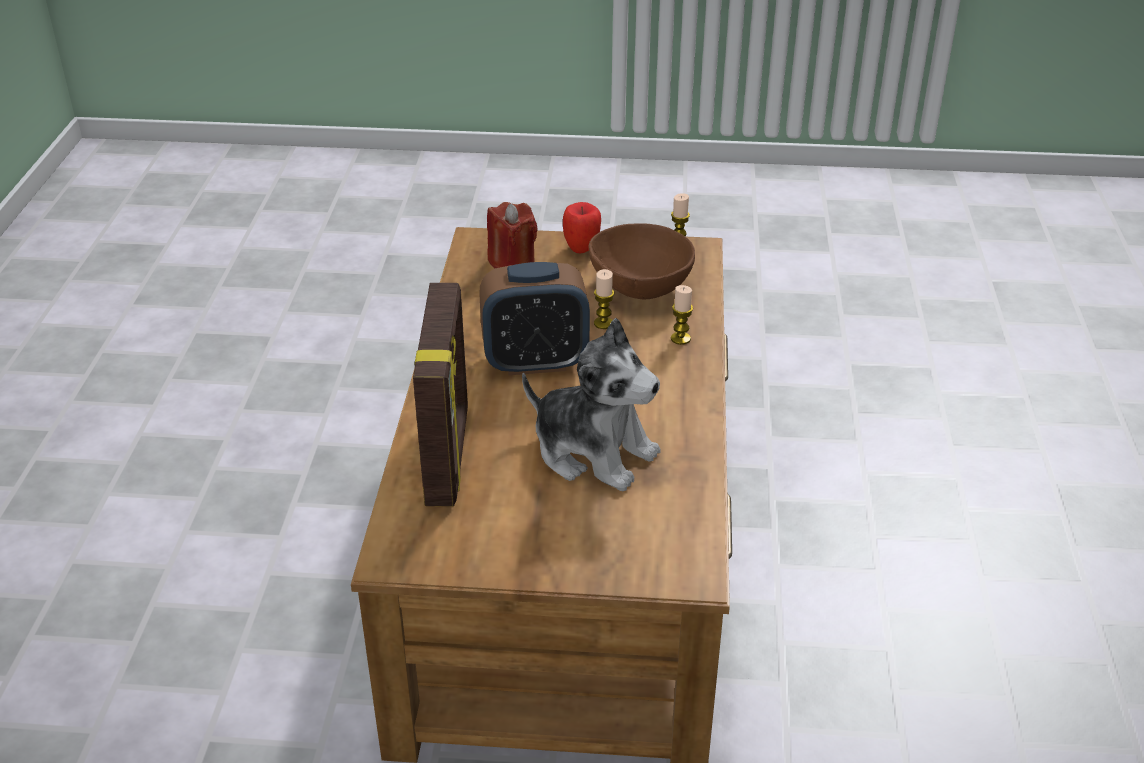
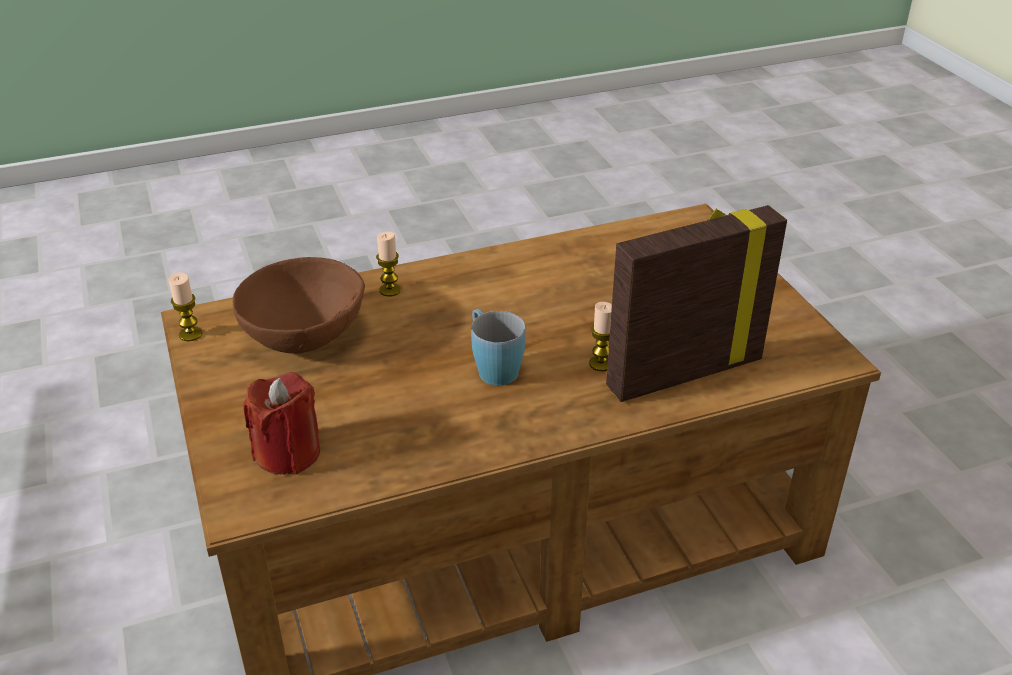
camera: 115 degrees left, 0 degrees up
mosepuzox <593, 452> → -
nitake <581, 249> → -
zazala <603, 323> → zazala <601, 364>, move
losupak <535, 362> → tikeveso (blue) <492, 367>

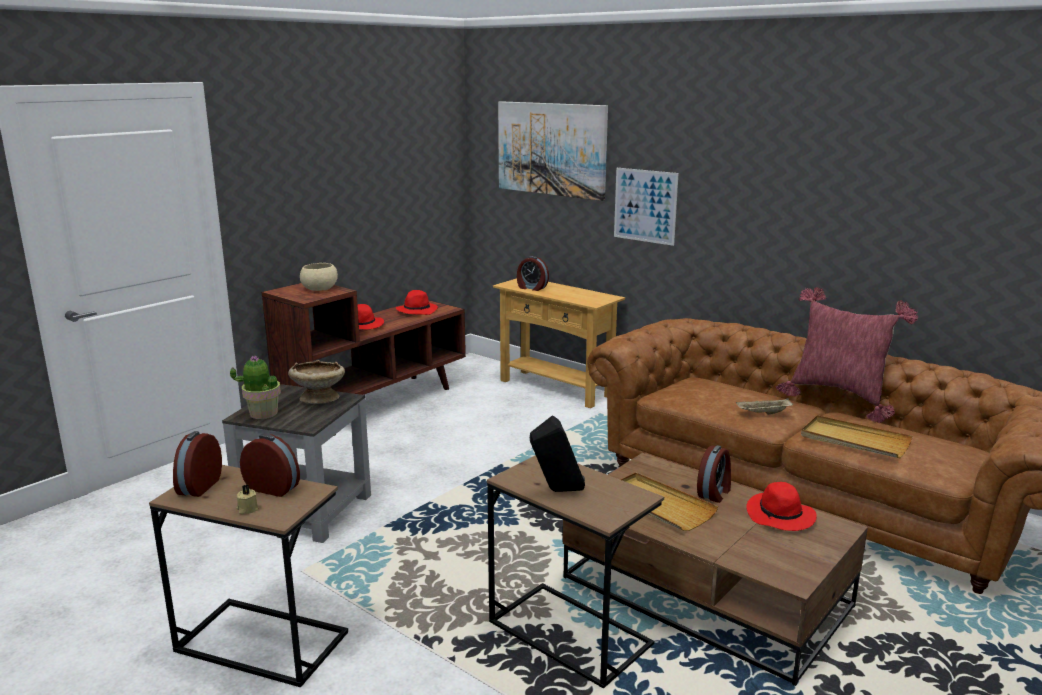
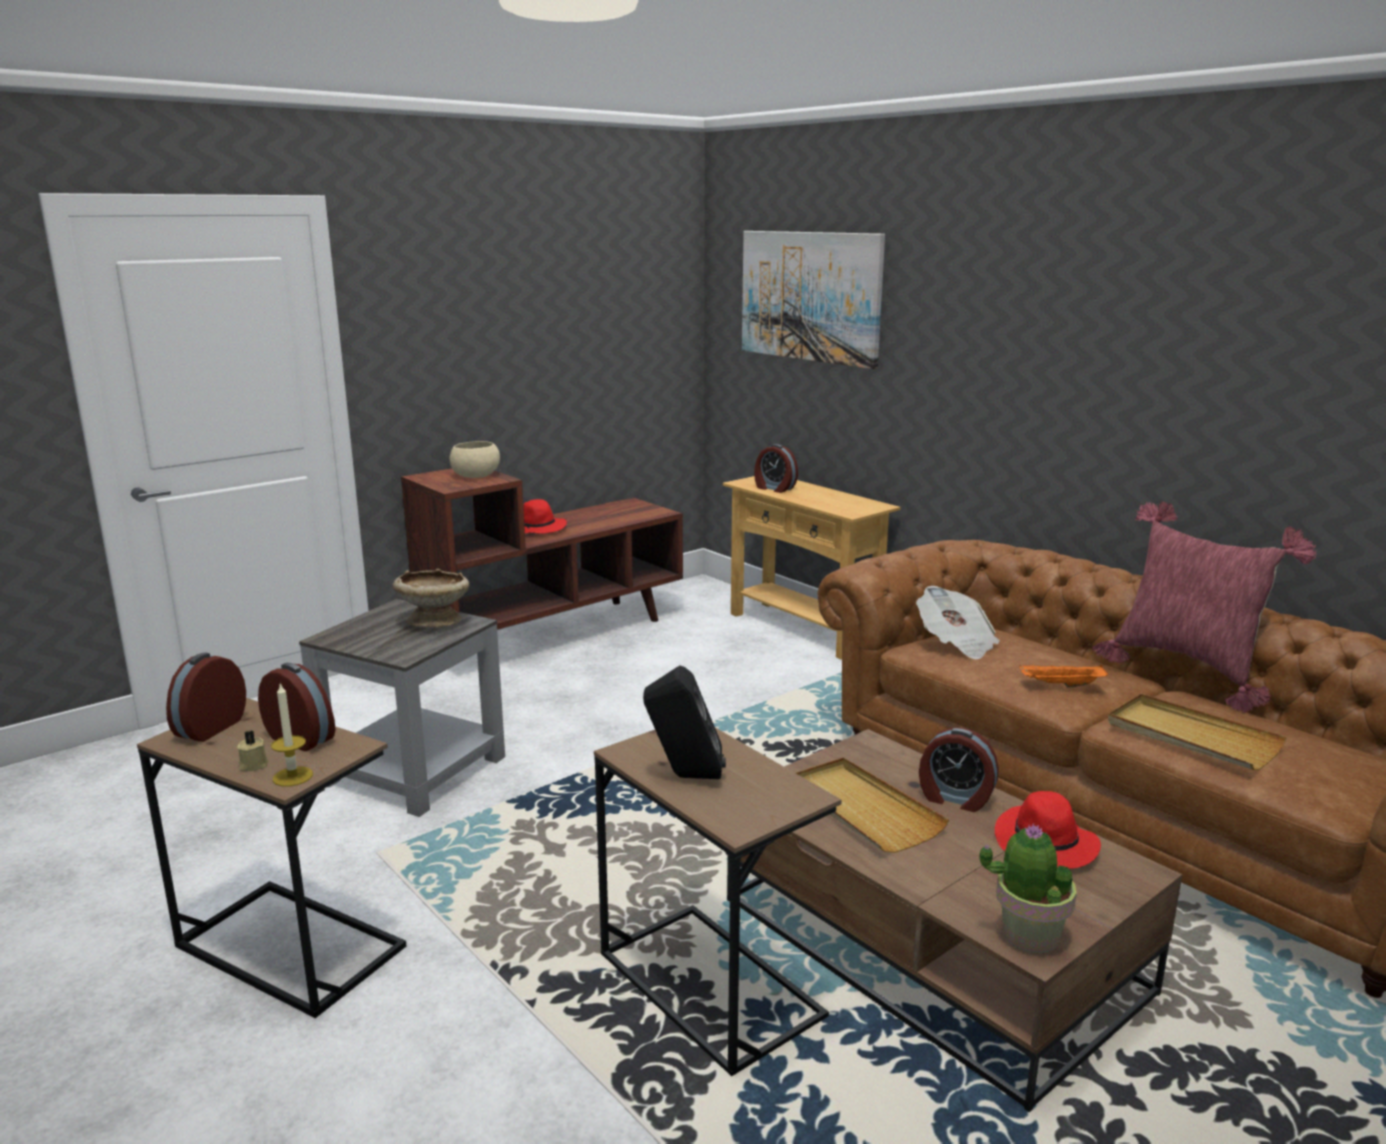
camera: 10 degrees right, 0 degrees up
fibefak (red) <417, 310> → -
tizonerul <645, 206> → -
- → zazala <293, 776>
- → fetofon <956, 643>
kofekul <263, 413> → kofekul <1029, 935>, move
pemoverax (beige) <763, 413> → pemoverax (orange) <1061, 685>
losupak <714, 493> → losupak <955, 798>, 75 degrees clockwise

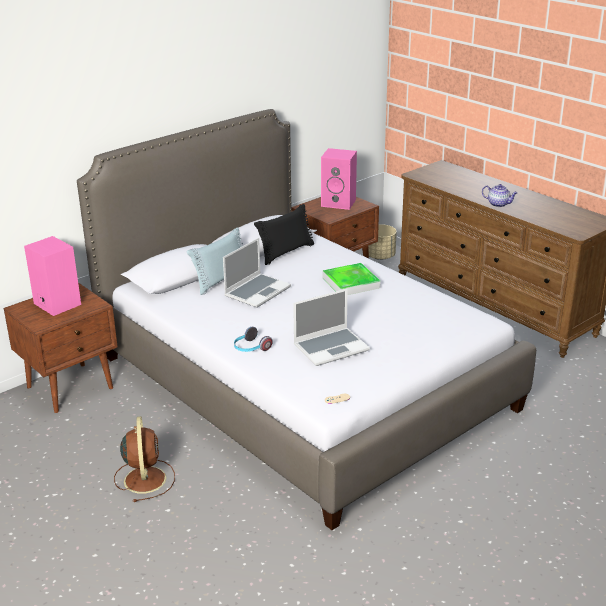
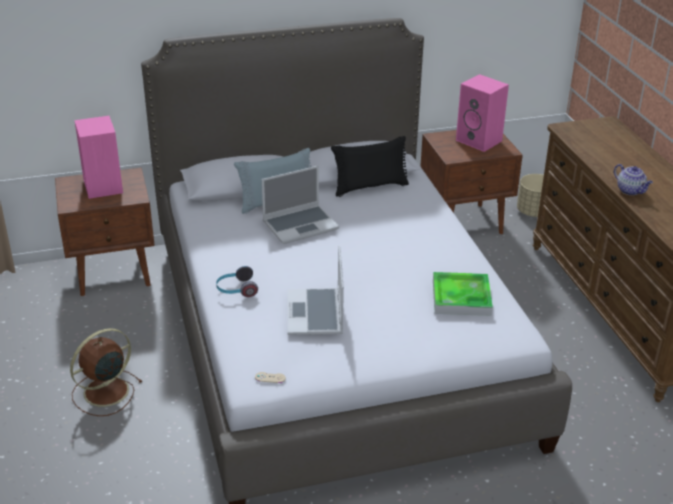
camera: 25 degrees right, 5 degrees up
pemoverax <351, 283> → pemoverax <461, 297>, move
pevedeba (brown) <145, 478> → pevedeba (brown) <104, 392>, 150 degrees counterclockwise
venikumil <331, 347> → venikumil <316, 314>, 90 degrees clockwise

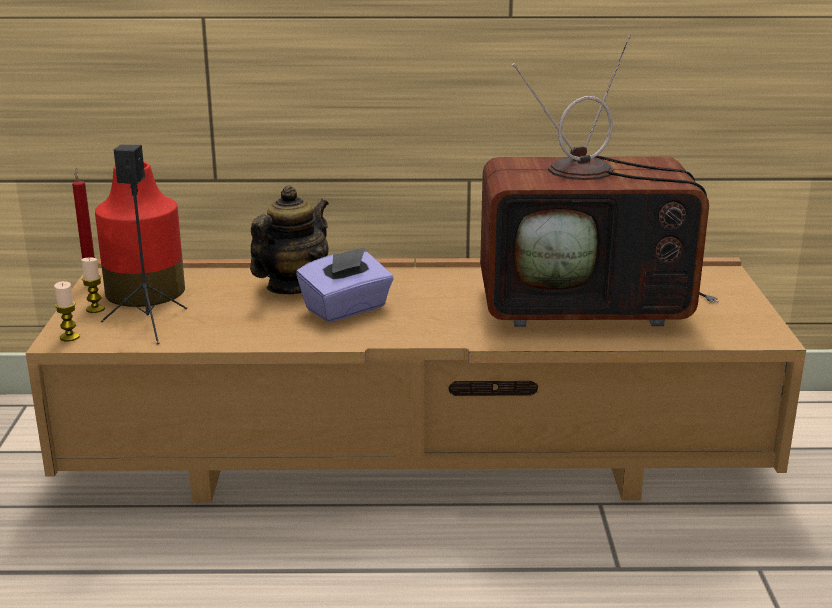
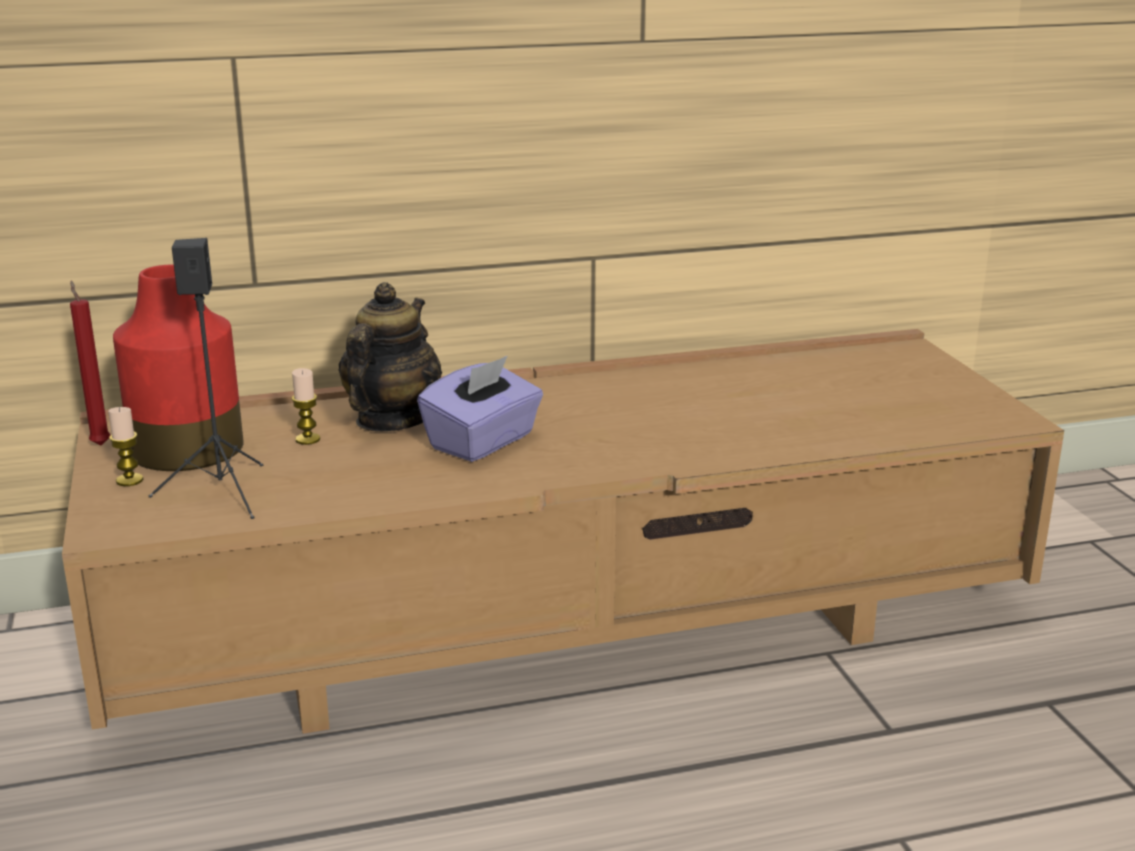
camera: 15 degrees left, 0 degrees up
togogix <588, 305> → -
zazala <69, 337> → zazala <307, 439>, move

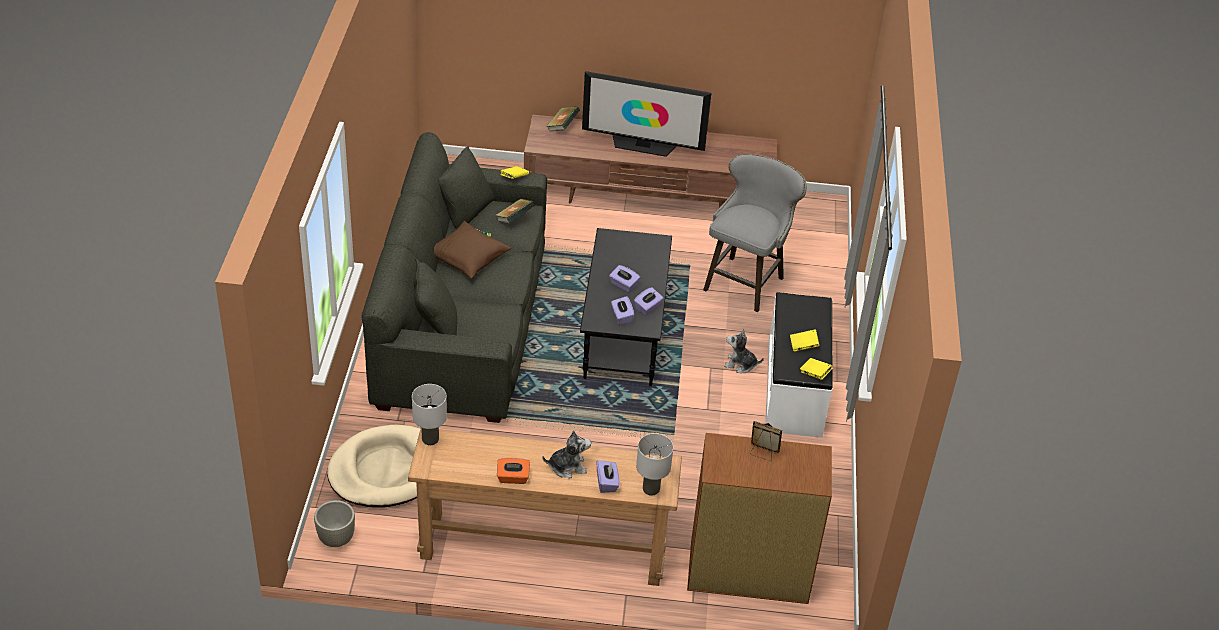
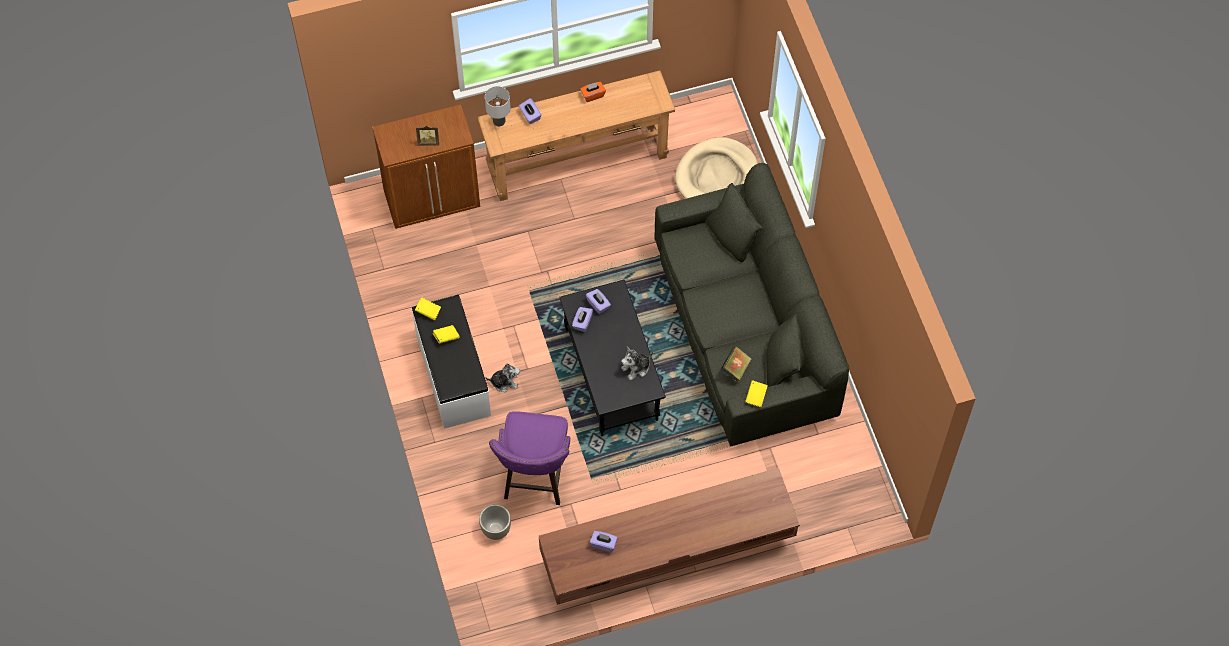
camera: 160 degrees right, 20 degrees up
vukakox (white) <430, 439> → -
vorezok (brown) <468, 259> → -
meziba <562, 127> → -
togogix <642, 145> → -
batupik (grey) <336, 539> → batupik (grey) <496, 529>, move
mosepuzox <567, 467> → mosepuzox <636, 368>, move
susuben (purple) <623, 285> → susuben (purple) <603, 544>, move
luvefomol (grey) <745, 282> → luvefomol (purple) <535, 479>

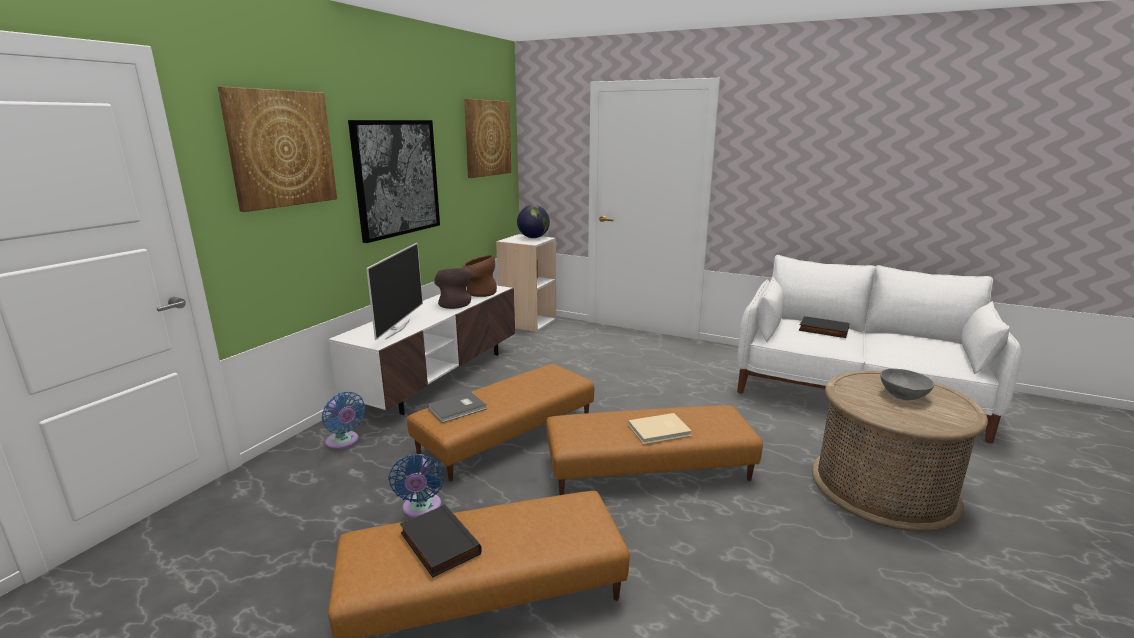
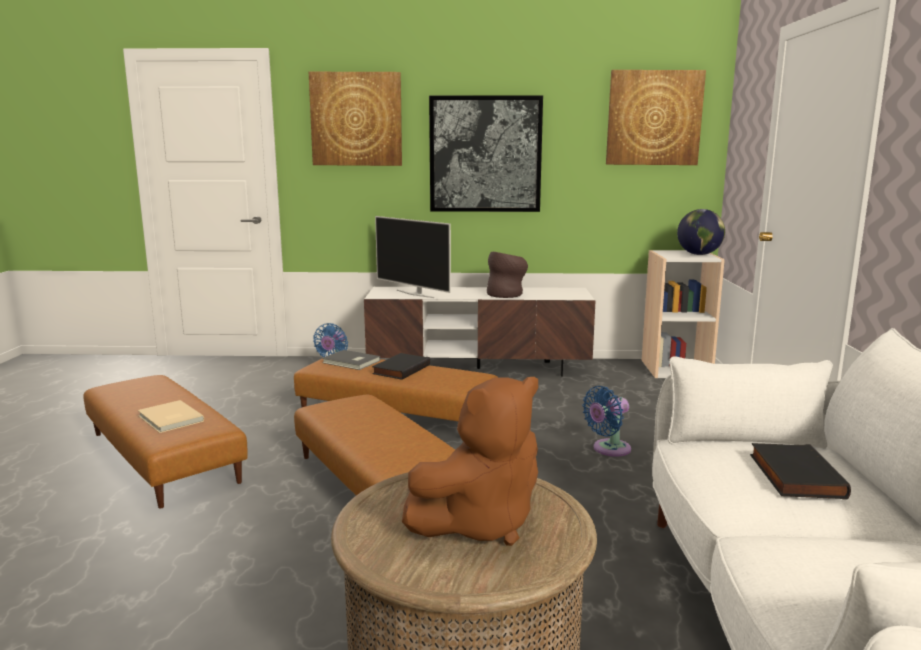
camera: 65 degrees right, 5 degrees down
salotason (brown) <479, 293> → -
pevedeba (blue) <421, 509> → pevedeba (blue) <608, 449>, move
meziba (black) <437, 544> → meziba (black) <400, 369>, move
meziba (beige) <660, 430> → meziba (beige) <169, 419>, move
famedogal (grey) <903, 396> → mosepuzox (brown) <480, 524>
togogix <397, 329> → togogix <415, 294>, 60 degrees clockwise

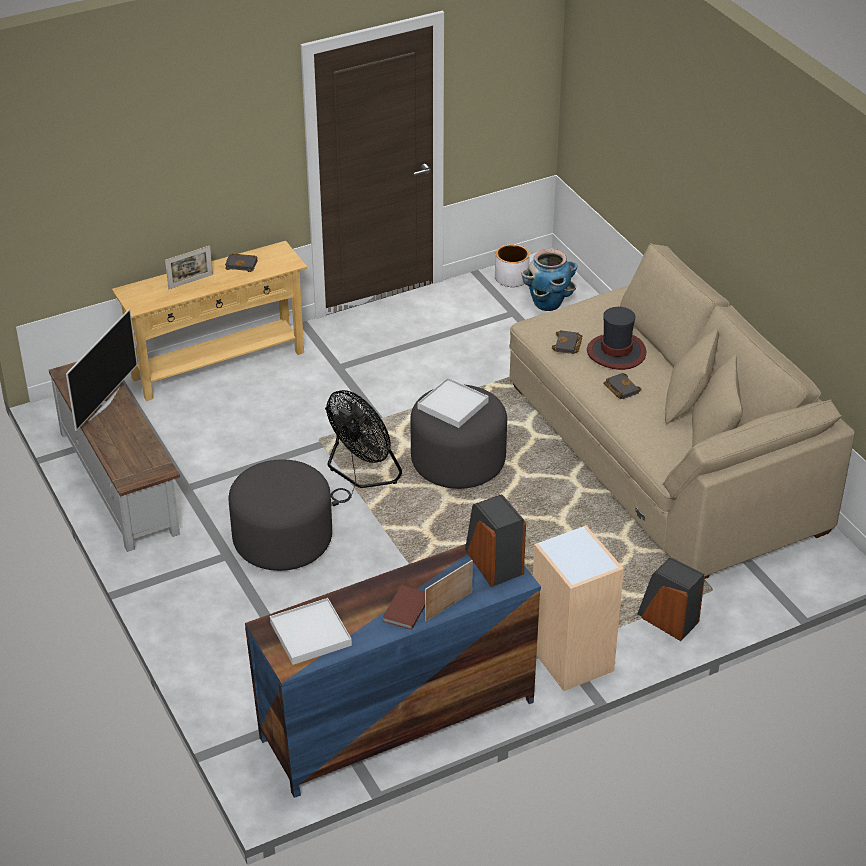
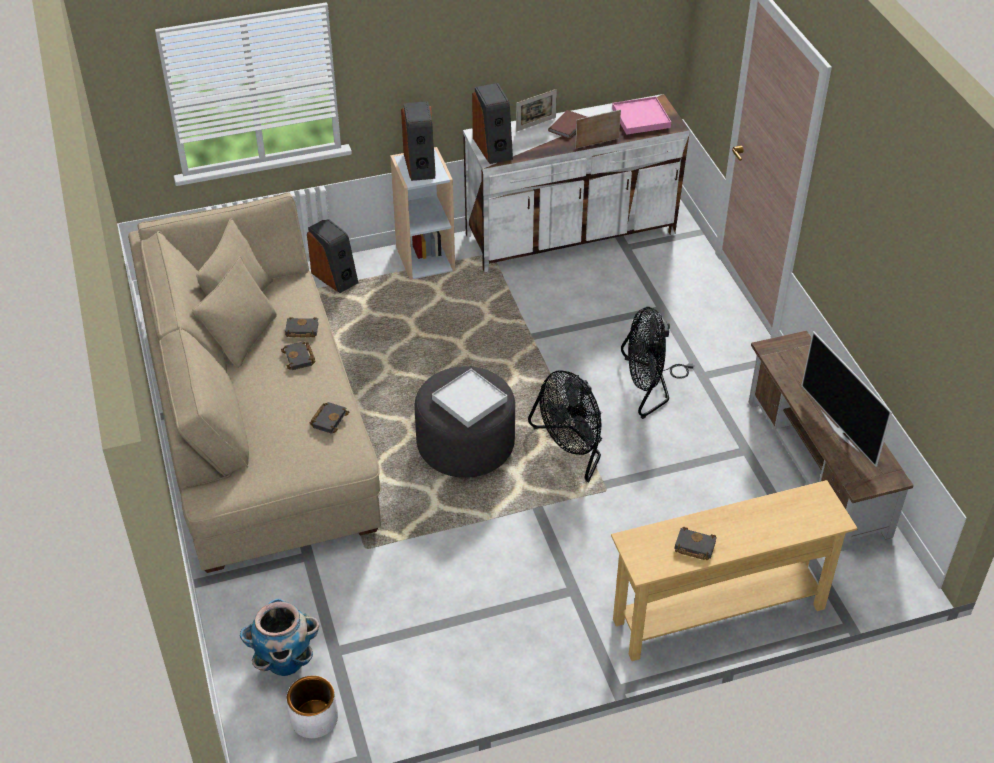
camera: 170 degrees left, 5 degrees up
fibefak <616, 352> → -
- → meziba (black) <301, 330>
- → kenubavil <420, 165>
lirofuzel <190, 282> → lirofuzel <597, 143>, move
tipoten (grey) <282, 540> → pevedeba (black) <650, 384>
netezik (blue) <394, 719> → netezik (white) <572, 235>
pemoverax (white) <311, 634> → pemoverax (pink) <640, 118>
togogix <103, 403> → togogix <840, 430>, 60 degrees counterclockwise

